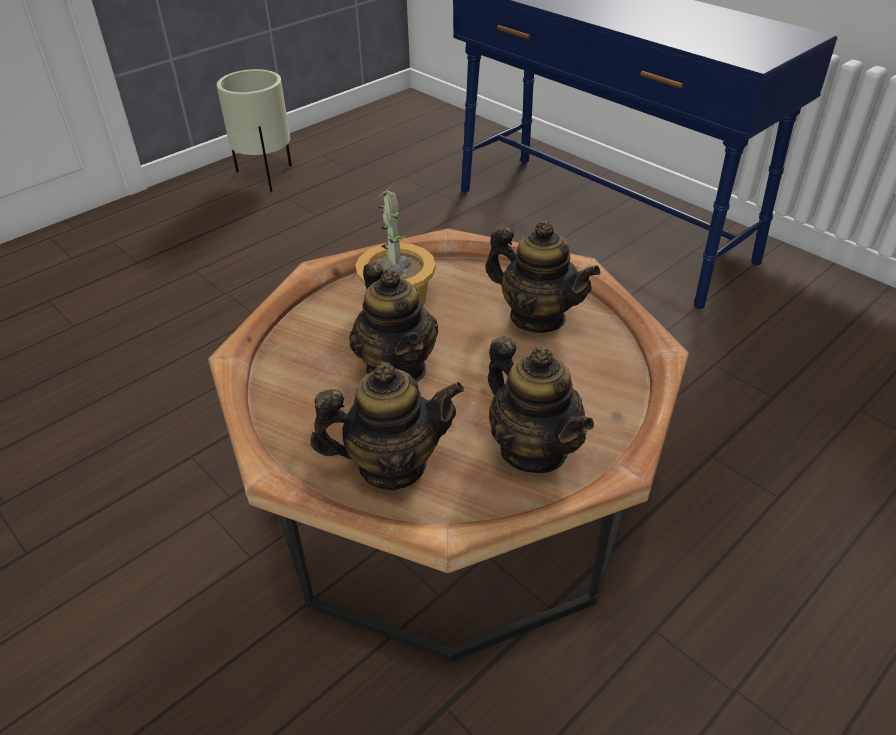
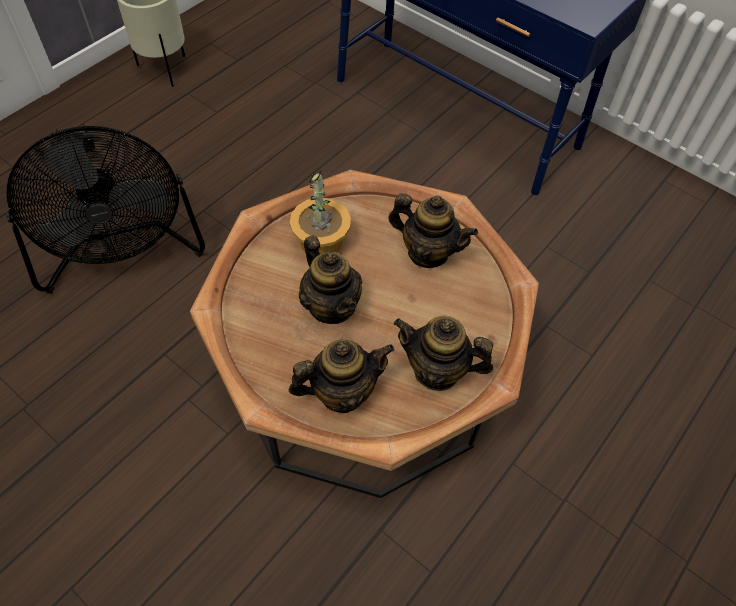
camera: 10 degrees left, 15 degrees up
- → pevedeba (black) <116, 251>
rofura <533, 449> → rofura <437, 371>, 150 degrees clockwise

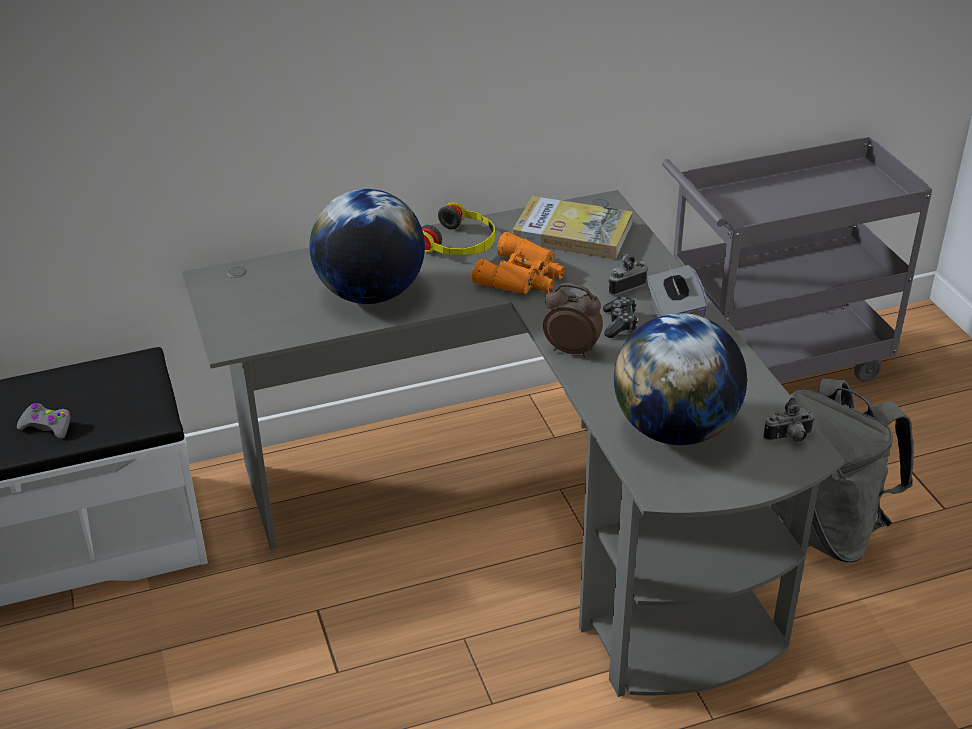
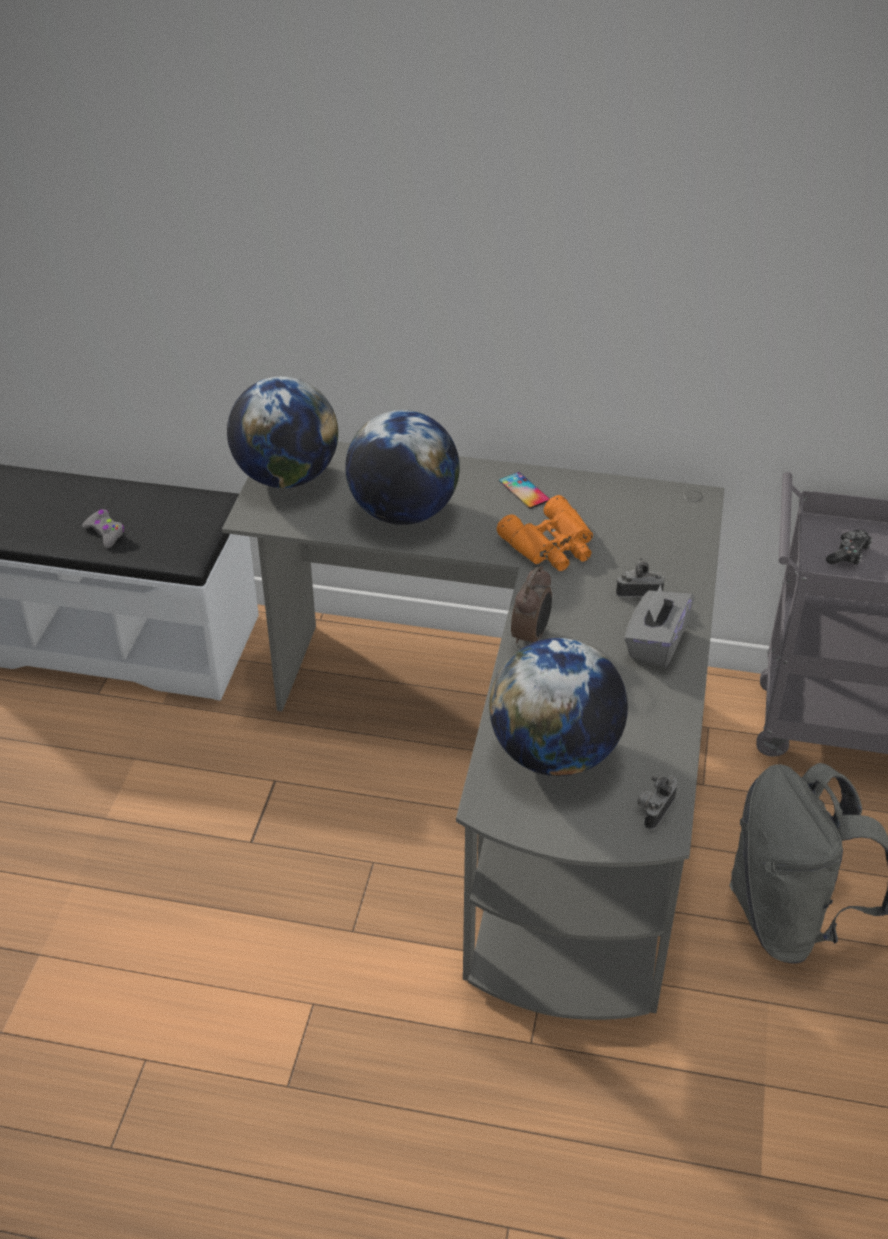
camera: 30 degrees right, 5 degrees up
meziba <572, 233> → -
- → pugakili <286, 477>
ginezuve <619, 323> → ginezuve <848, 554>, move
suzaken <460, 243> → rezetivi <524, 491>
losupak <572, 350> → losupak <531, 636>, 60 degrees clockwise
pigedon <789, 439> → pigedon <654, 809>, 105 degrees clockwise

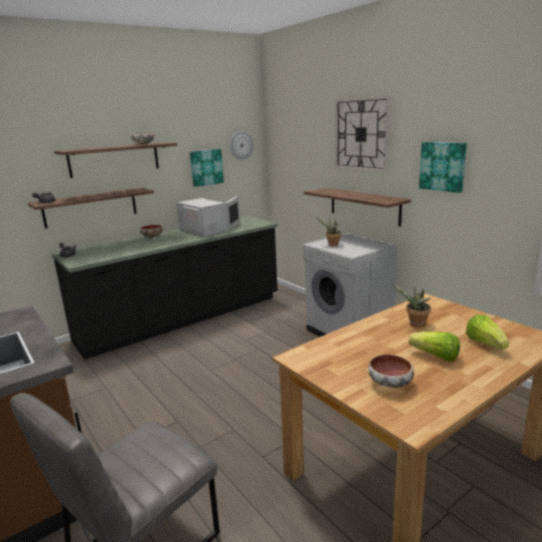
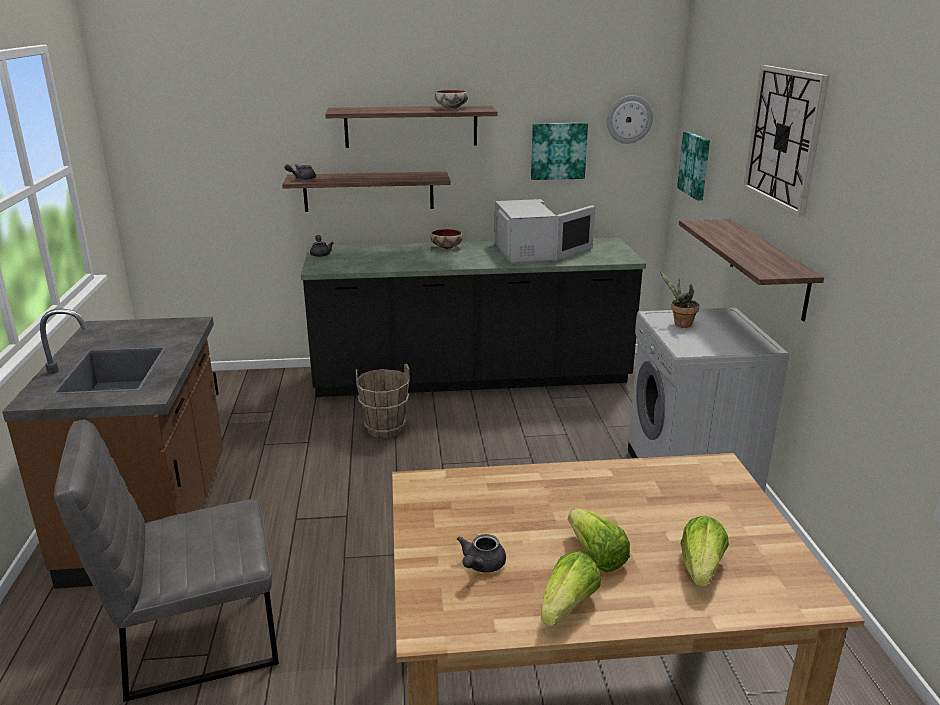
camera: 30 degrees right, 5 degrees up
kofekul <415, 324> → -
- → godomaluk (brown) <385, 429>
- → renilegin <568, 607>
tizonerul <443, 166> → tizonerul <695, 165>, move
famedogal <390, 384> → rofura (grey) <481, 566>

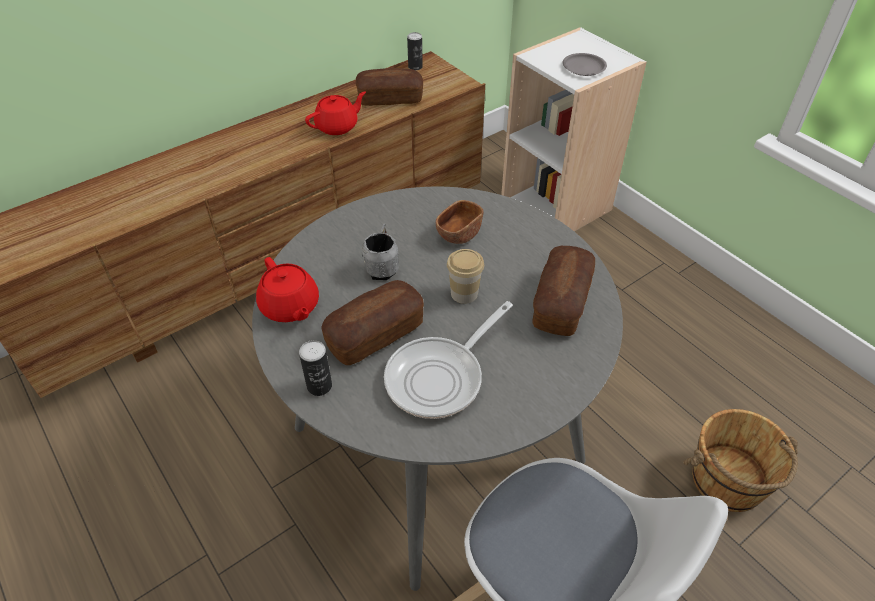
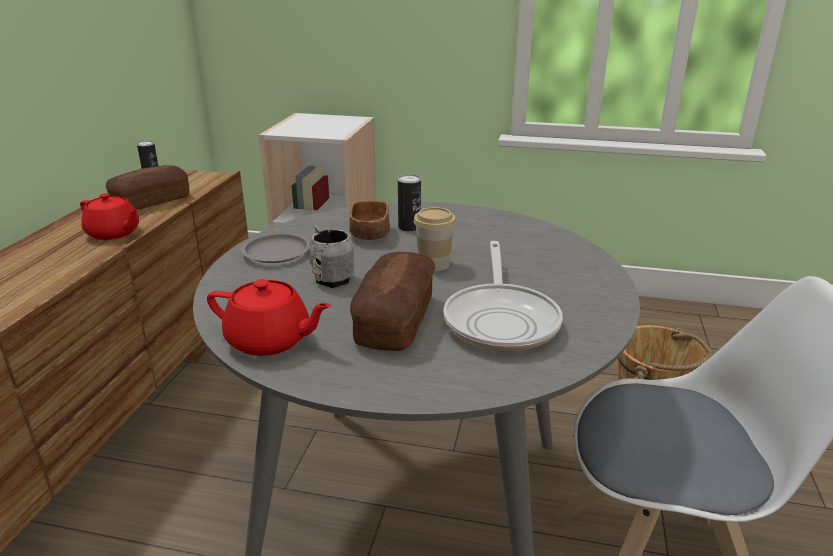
camera: 40 degrees left, 20 degrees down
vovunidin <561, 302> → -
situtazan <319, 386> → situtazan <409, 227>, move
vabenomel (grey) <584, 67> → vabenomel (grey) <277, 252>, move
rofura (red) <337, 126> → rofura (red) <114, 233>, 105 degrees clockwise

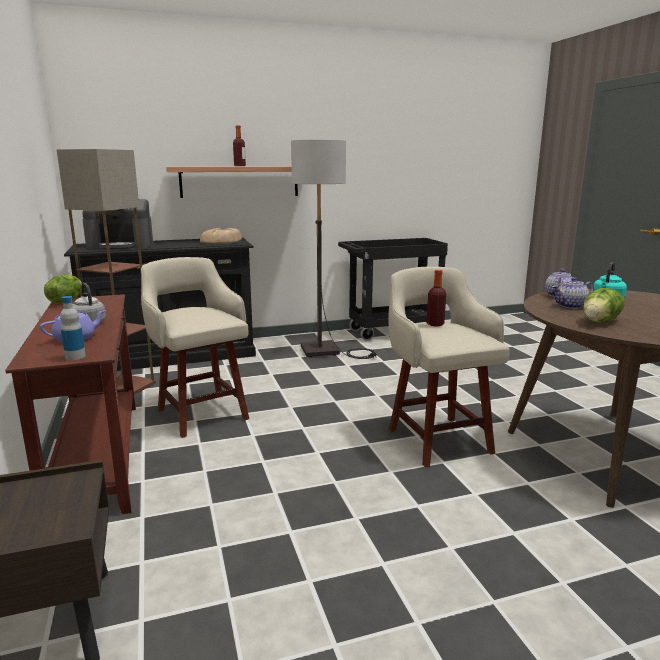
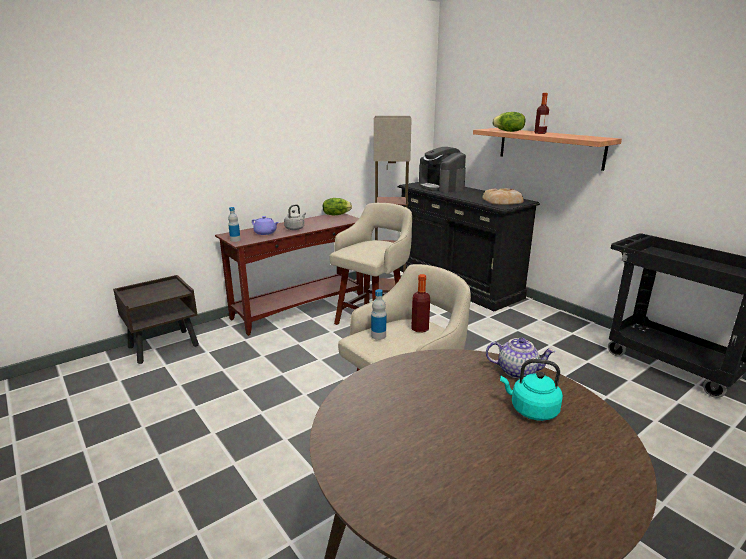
camera: 70 degrees right, 5 degrees up
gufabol <331, 352> → -
rofura <571, 306> → -
- → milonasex <378, 336>
renilegin <601, 321> → renilegin <508, 131>, move

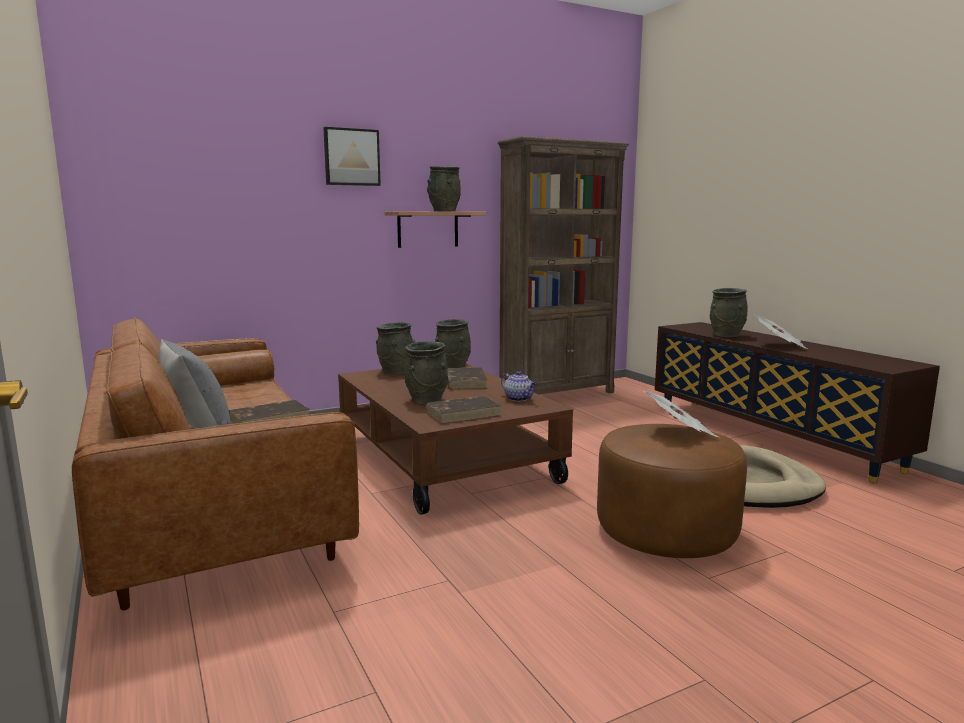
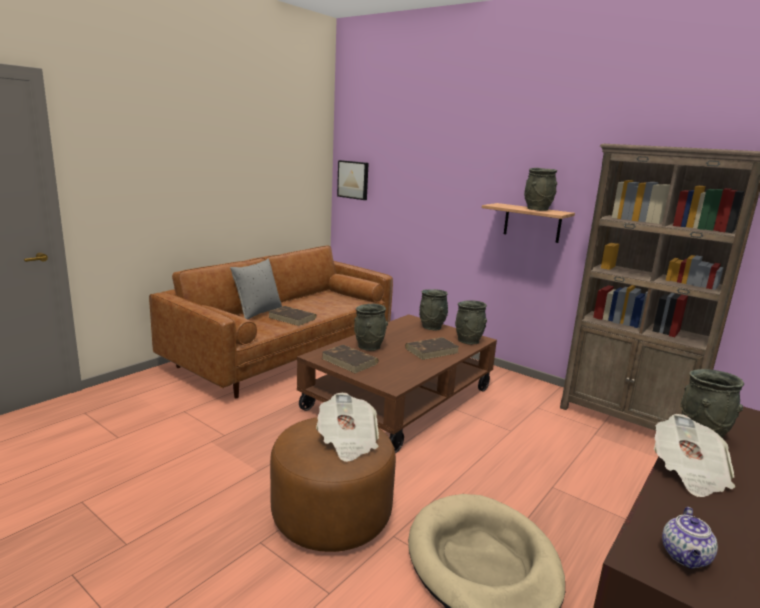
camera: 65 degrees right, 5 degrees up
tizonerul <351, 157> → tizonerul <353, 180>, move
rofura <519, 399> → rofura <686, 557>, move

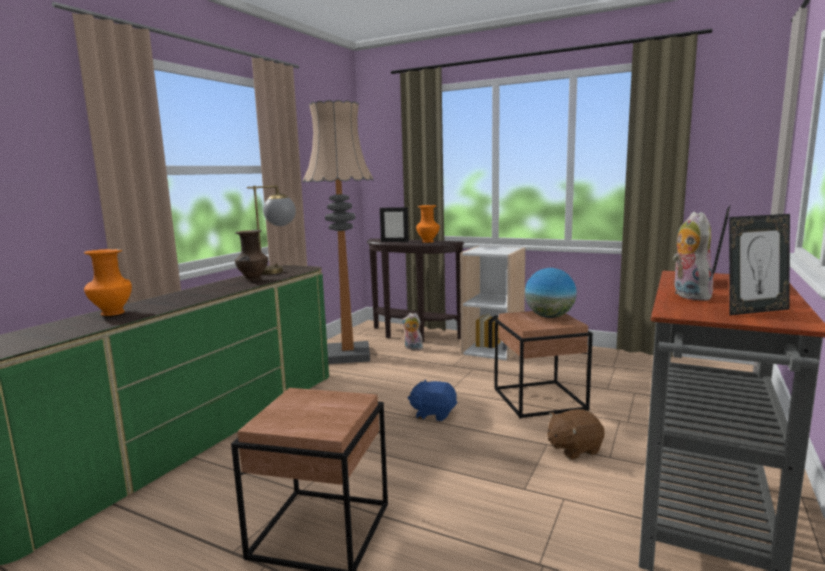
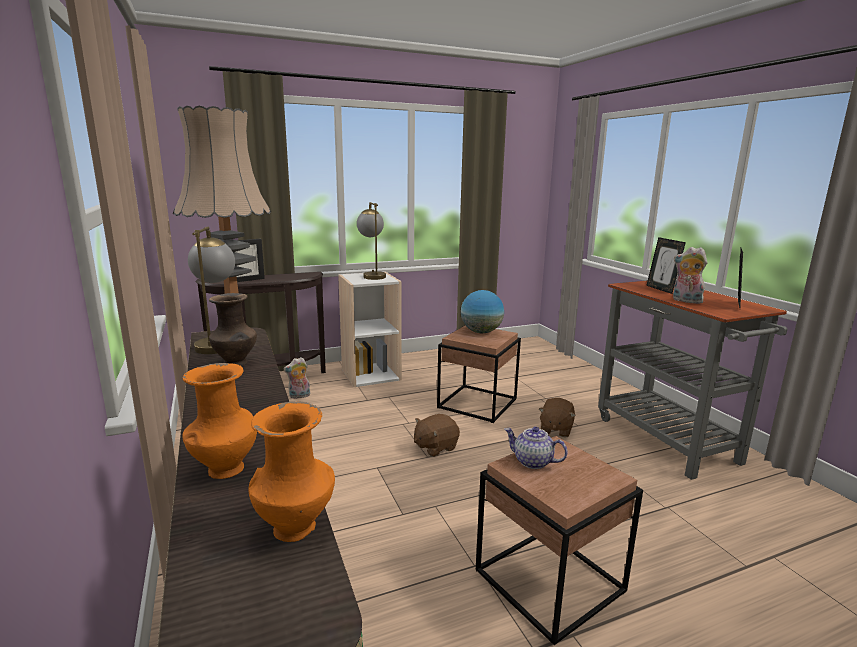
camera: 50 degrees left, 5 degrees up
- → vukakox <372, 275>
- → rofura <532, 462>
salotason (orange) <428, 242> → salotason (orange) <297, 528>, move
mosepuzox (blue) <433, 413> → mosepuzox (brown) <435, 447>

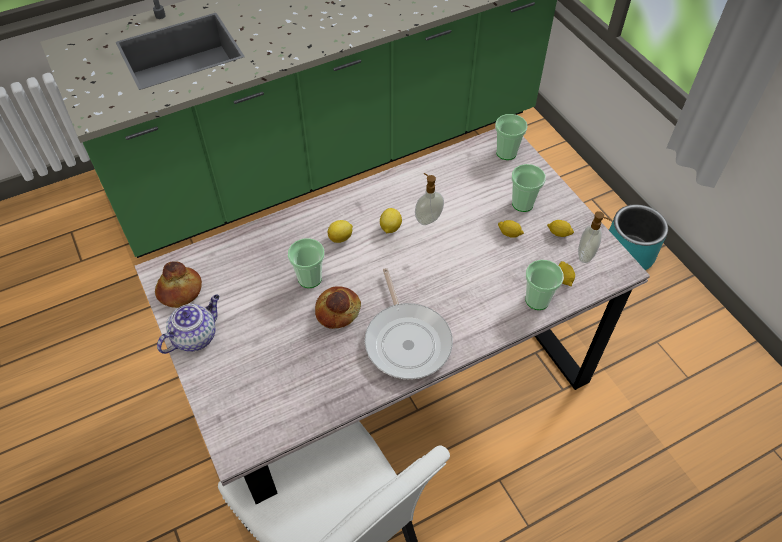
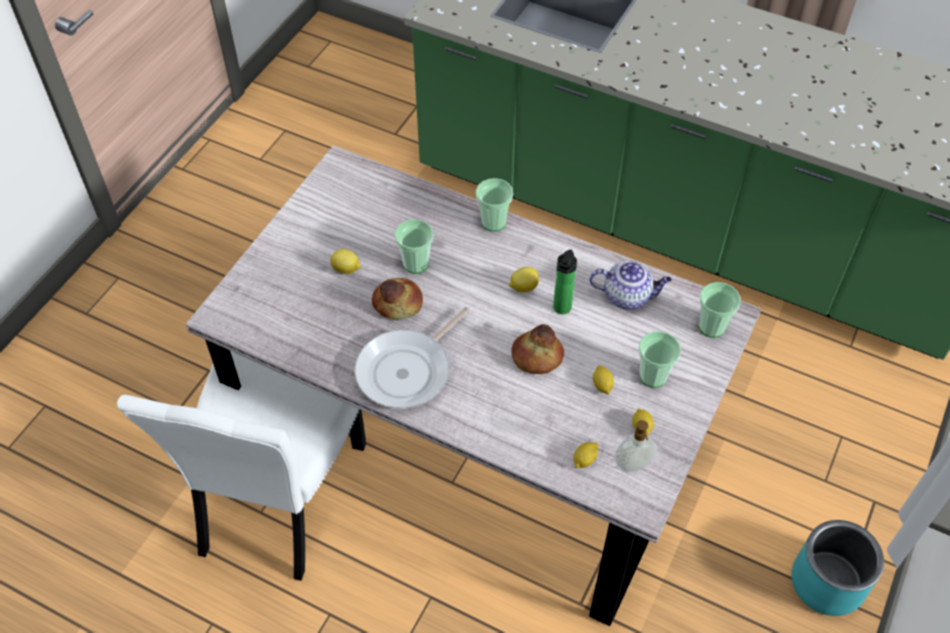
camera: 55 degrees right, 0 degrees up
vovunidin <180, 291> → vovunidin <536, 357>, move
rofura <195, 336> → rofura <628, 296>, move
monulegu <341, 238> → monulegu <346, 269>, move
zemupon <537, 300> → zemupon <493, 222>, move
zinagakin <428, 218> → milonasex <561, 309>

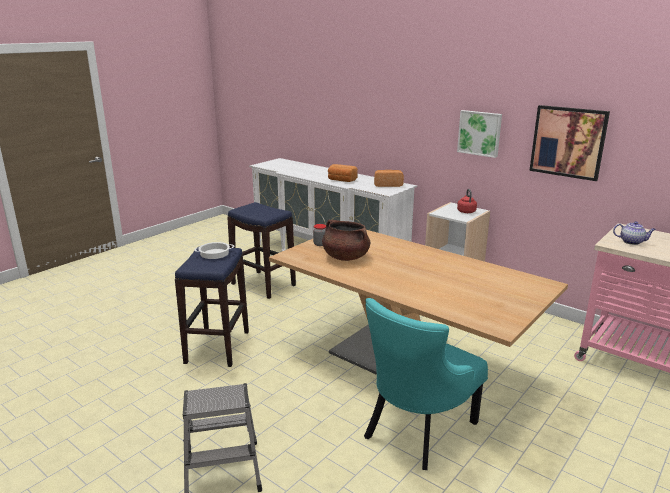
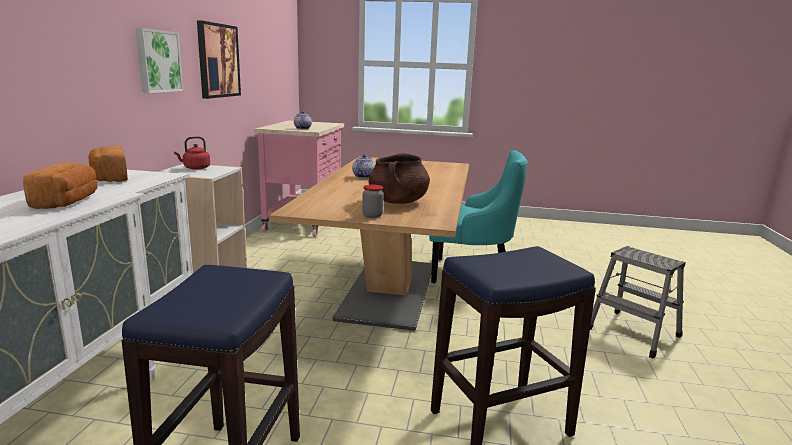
camera: 120 degrees left, 5 degrees down
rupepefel <214, 254> → -
- → rofura <363, 176>

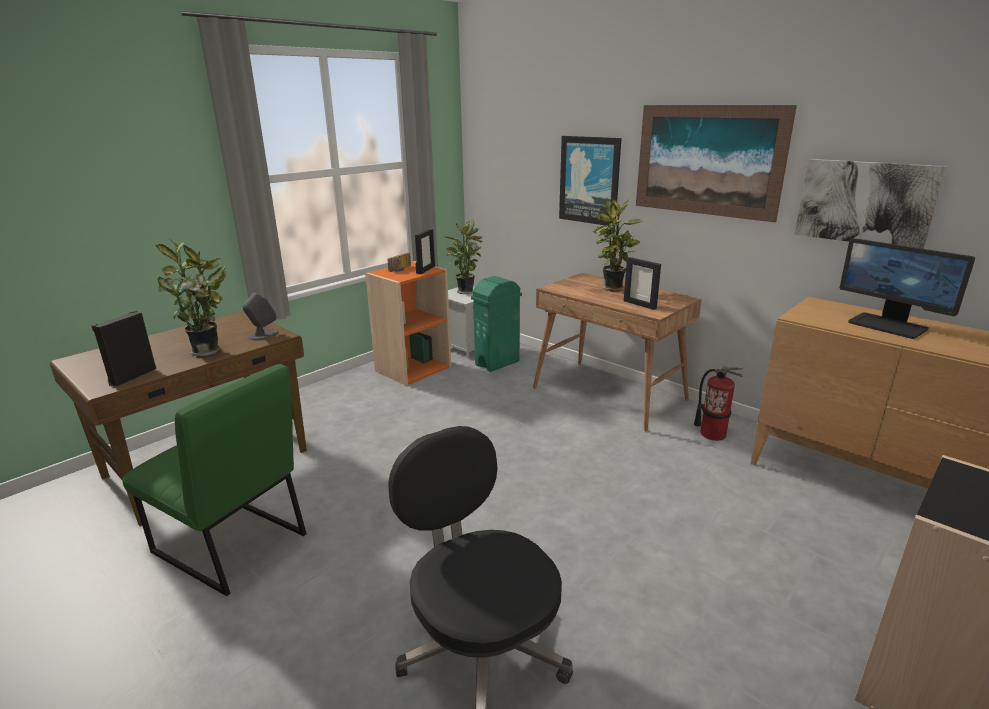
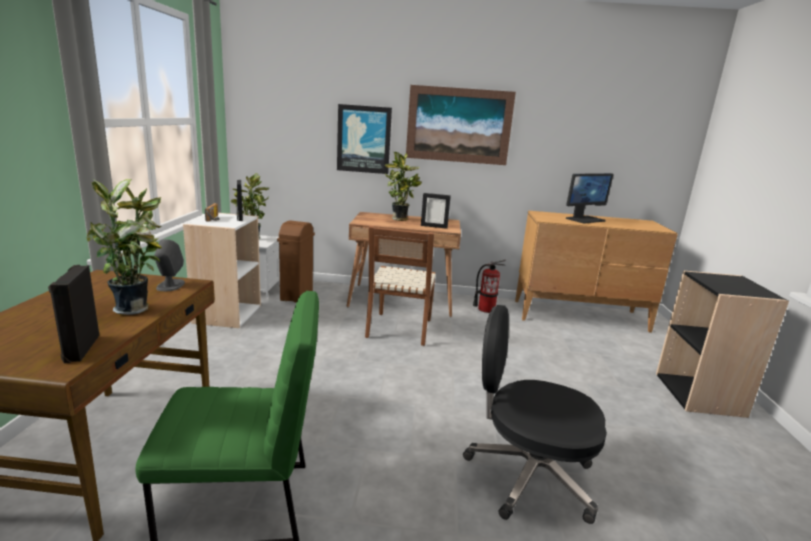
camera: 40 degrees left, 5 degrees down
tizonerul <865, 202> → -
- → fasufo <398, 330>
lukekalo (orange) <413, 368> → lukekalo (white) <227, 313>
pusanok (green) <498, 363> → pusanok (brown) <297, 296>
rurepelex <888, 325> → rurepelex <585, 219>, 45 degrees counterclockwise

